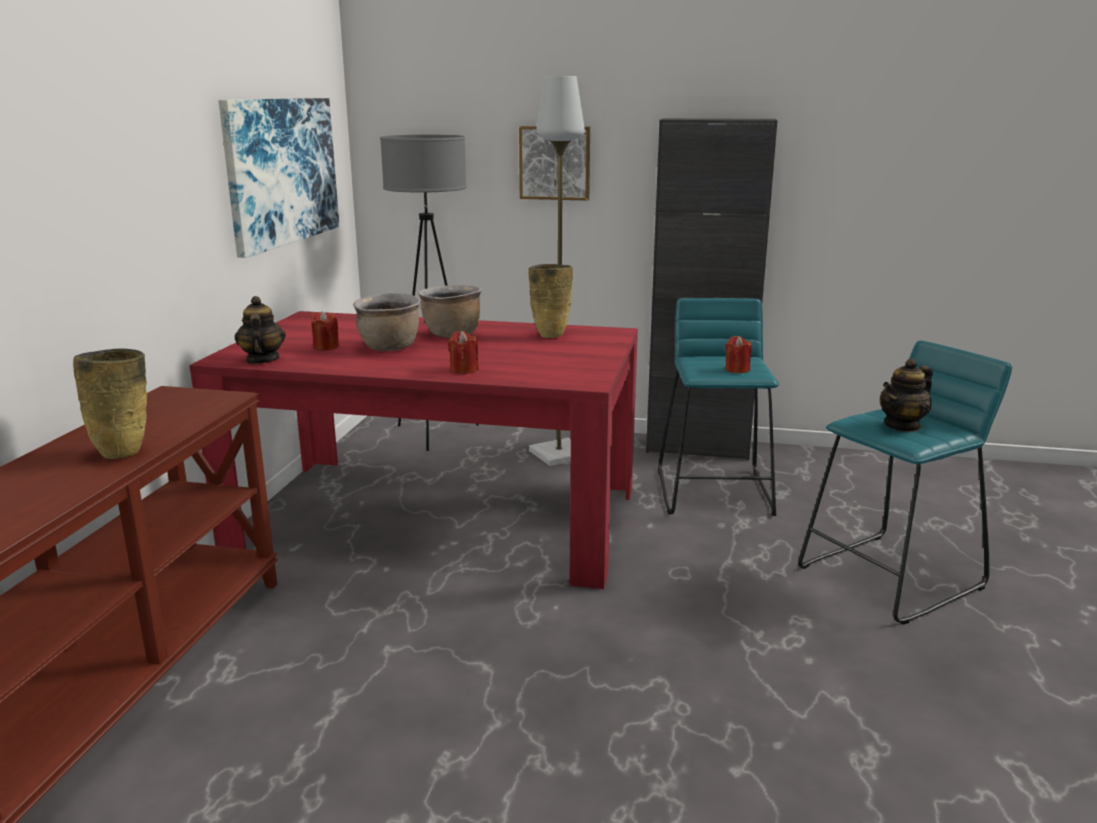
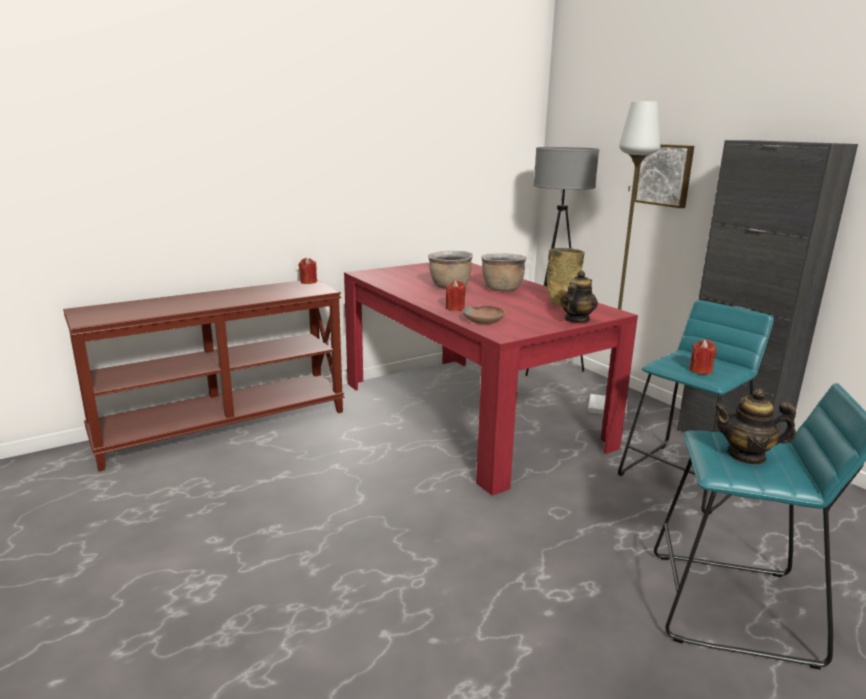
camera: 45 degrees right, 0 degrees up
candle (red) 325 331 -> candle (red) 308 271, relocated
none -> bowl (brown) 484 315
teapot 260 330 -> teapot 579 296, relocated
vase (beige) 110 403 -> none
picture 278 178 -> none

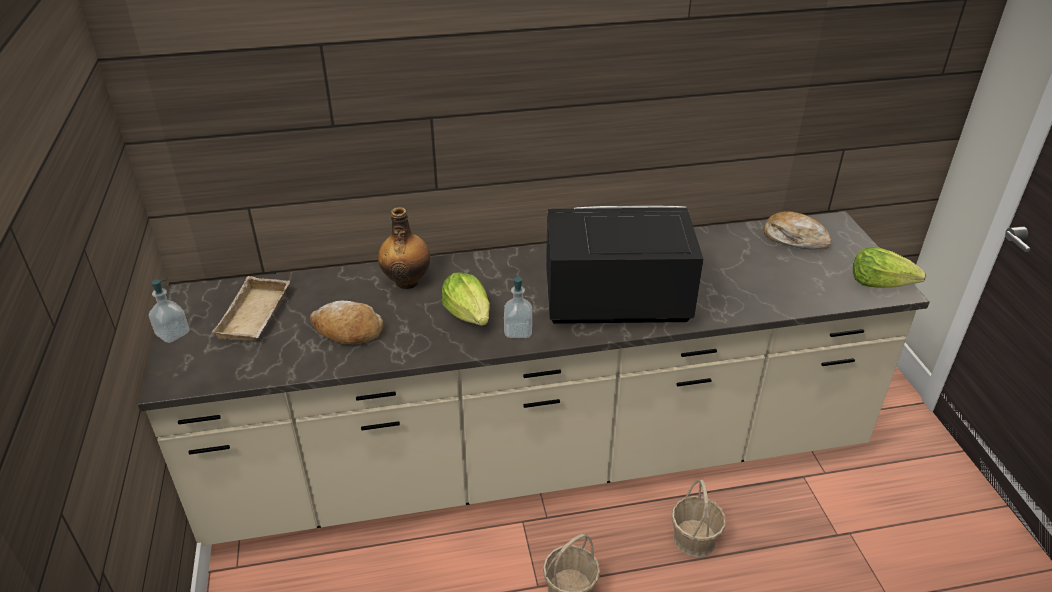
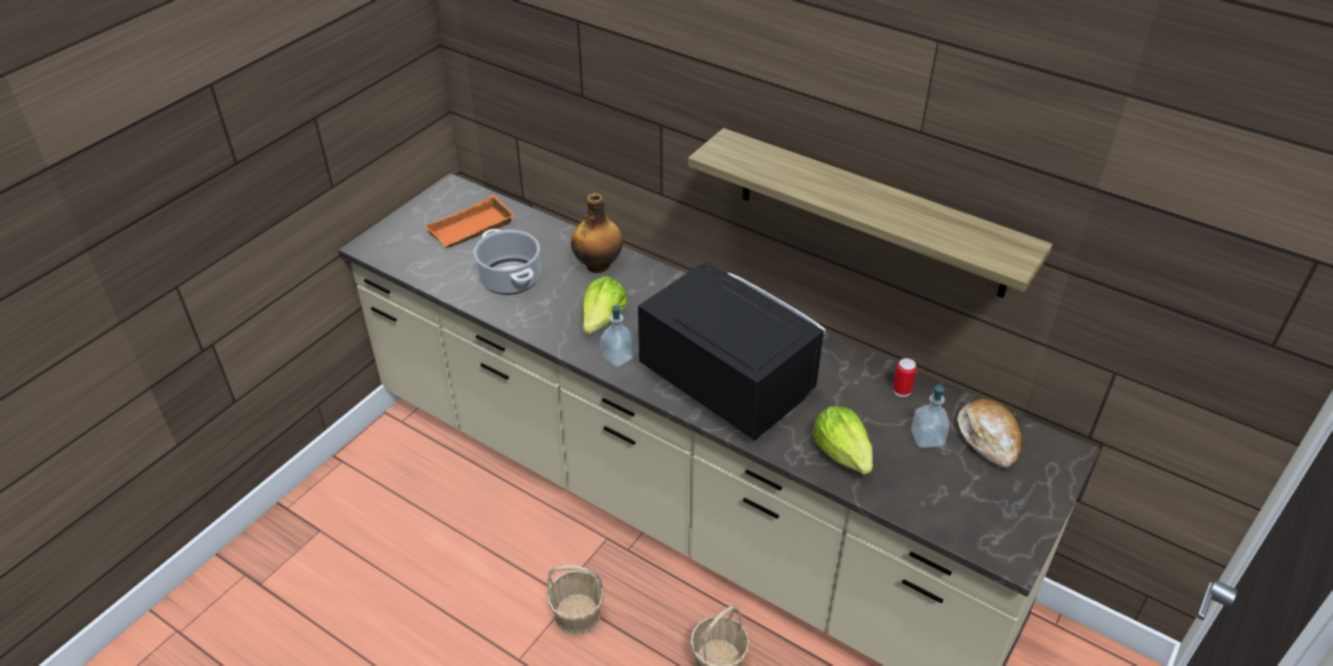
camera: 45 degrees right, 5 degrees up
tray (beige) 251 308 -> tray (orange) 470 221
bread 347 322 -> cooking pot 507 262
none -> shelf 870 213
lettuce 889 267 -> lettuce 843 440, relocated
none -> can 905 377
soap dispenser 169 311 -> soap dispenser 931 416, relocated

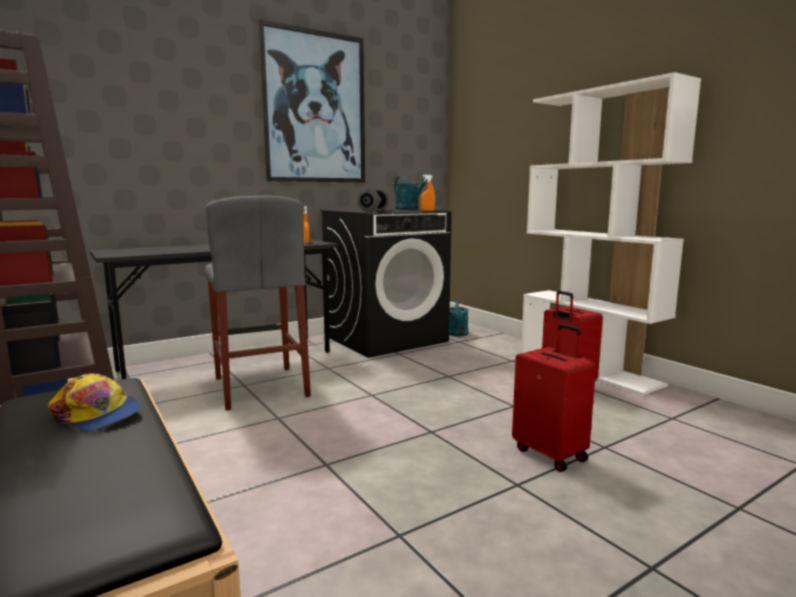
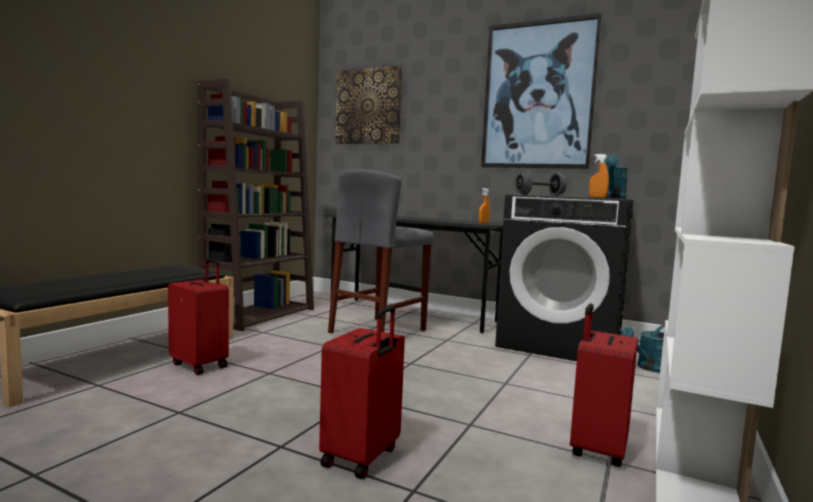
camera: 60 degrees right, 5 degrees down
none -> suitcase (red) 198 317
none -> picture 369 105
cap 94 402 -> none

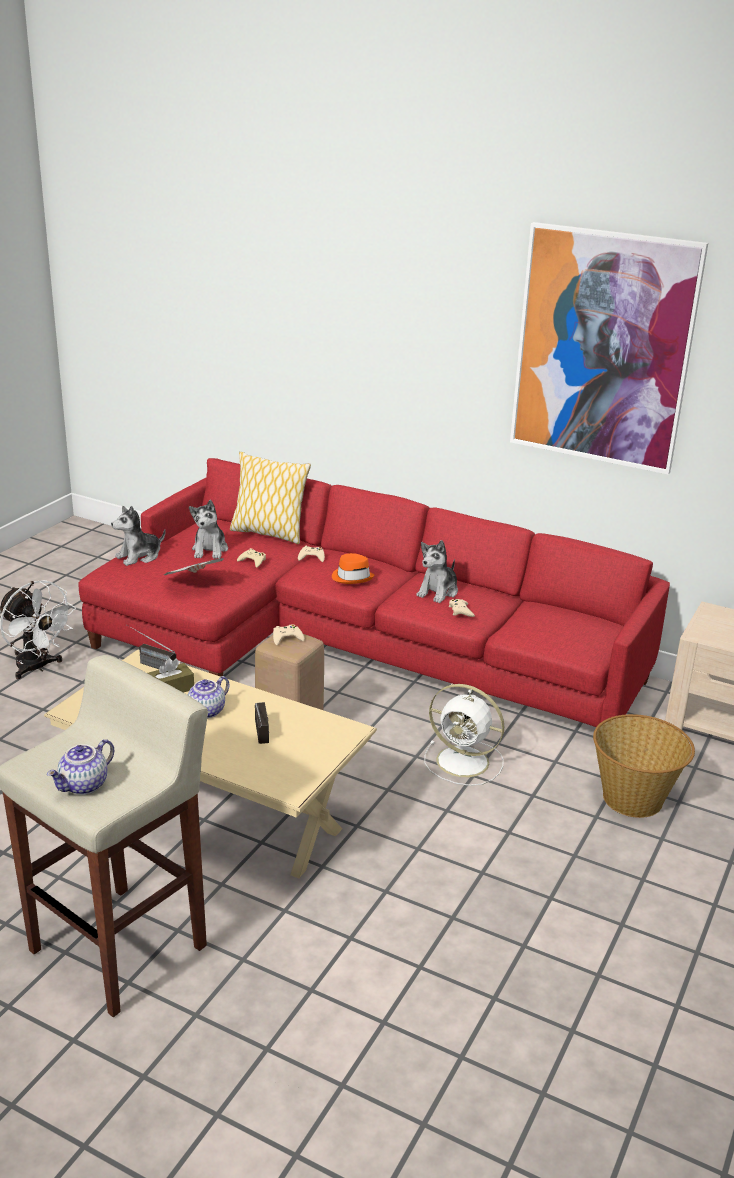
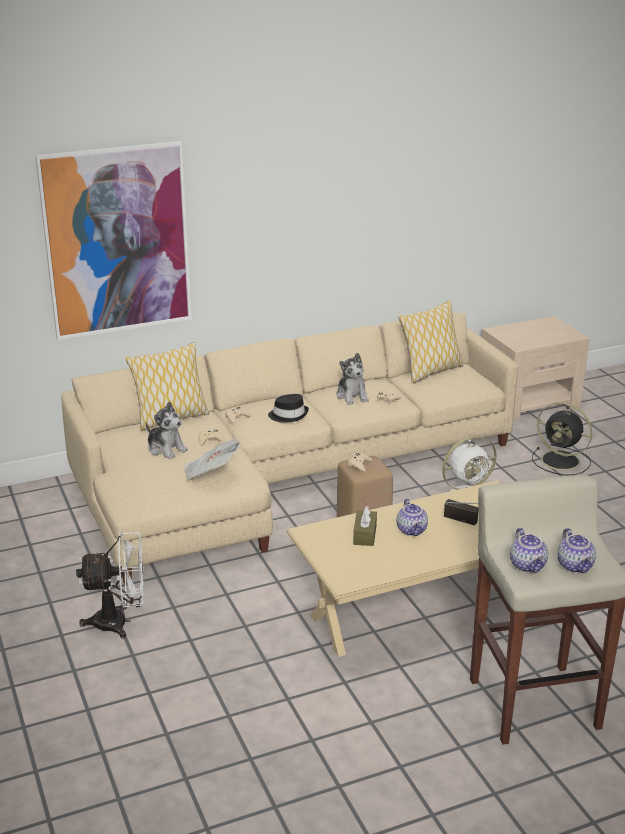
camera: 50 degrees left, 0 degrees up
picture 609 348 -> picture 113 240, relocated
sofa (red) 374 592 -> sofa (beige) 289 449
hat (orange) 353 568 -> hat (black) 288 408
none -> pillow 430 342
none -> teapot 529 550
basket 644 766 -> fan (black) 562 438
plush toy 138 536 -> none
radio 151 647 -> none

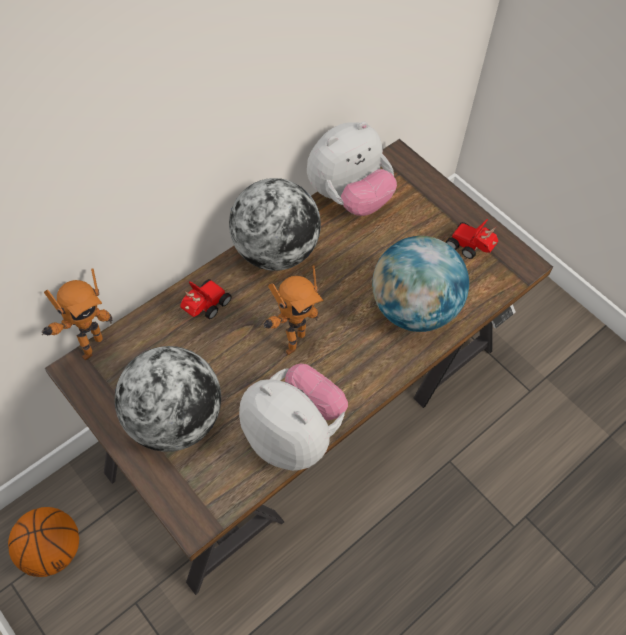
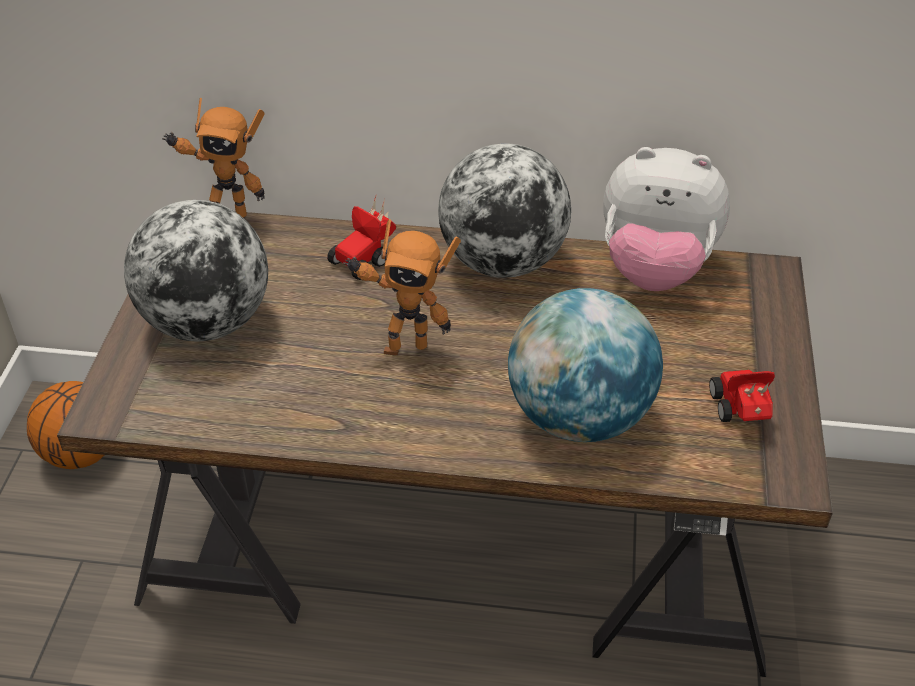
camera: 50 degrees right, 15 degrees down
toy car 206 299 -> toy car 361 238, 135 degrees clockwise
plush toy 293 417 -> none

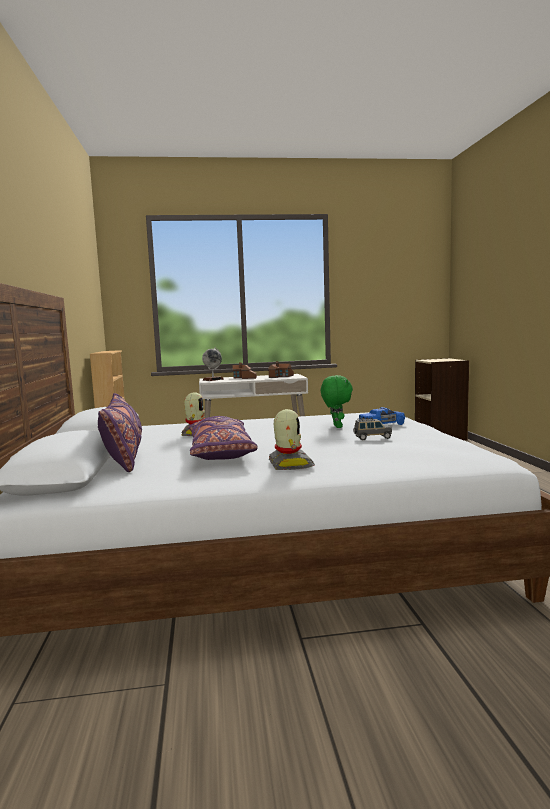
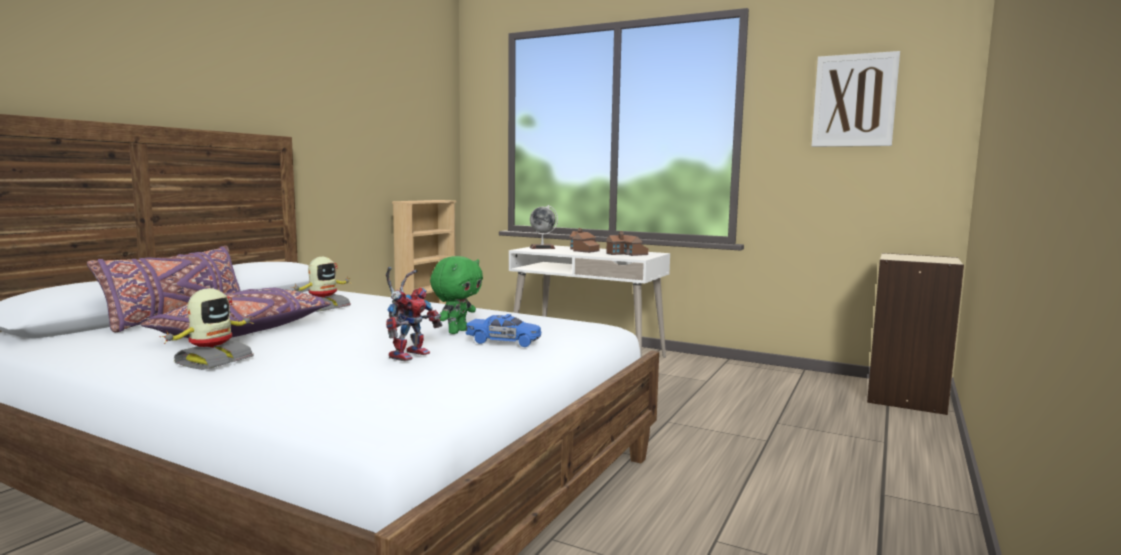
camera: 35 degrees right, 0 degrees up
toy car (grey) 372 429 -> toy robot 414 314
none -> picture 856 99

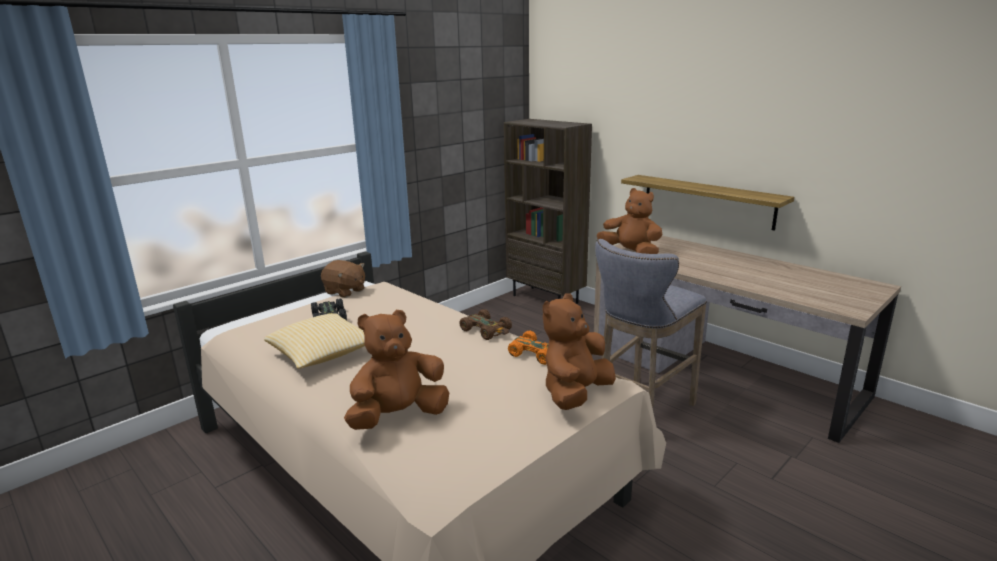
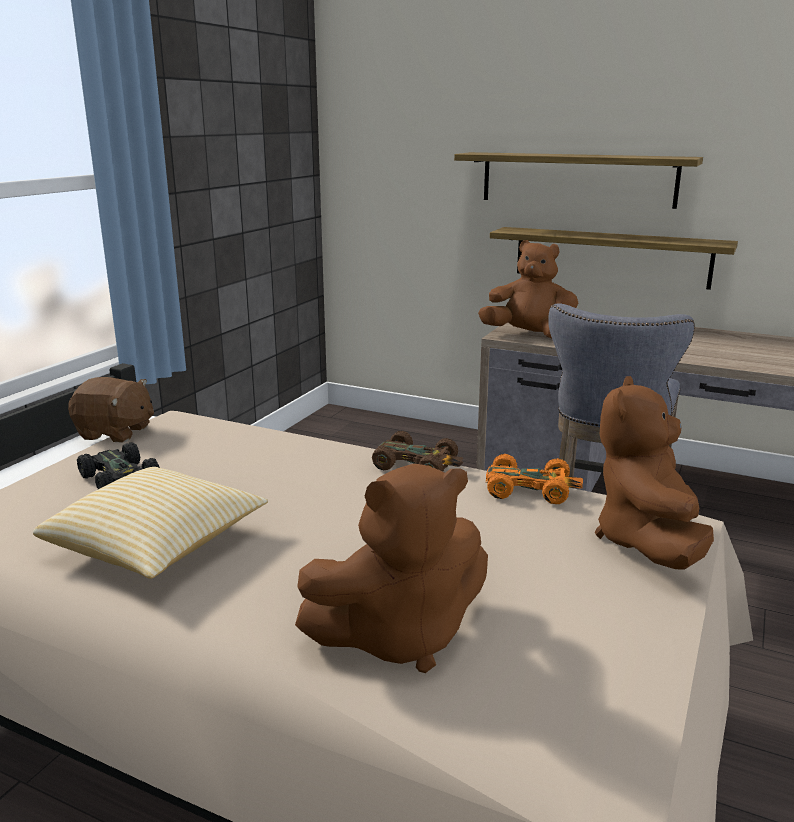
camera: 20 degrees left, 0 degrees up
plush toy (brown) 396 370 -> plush toy (brown) 391 568, 150 degrees counterclockwise
none -> shelf 578 180
bookcase (brown) 548 211 -> none

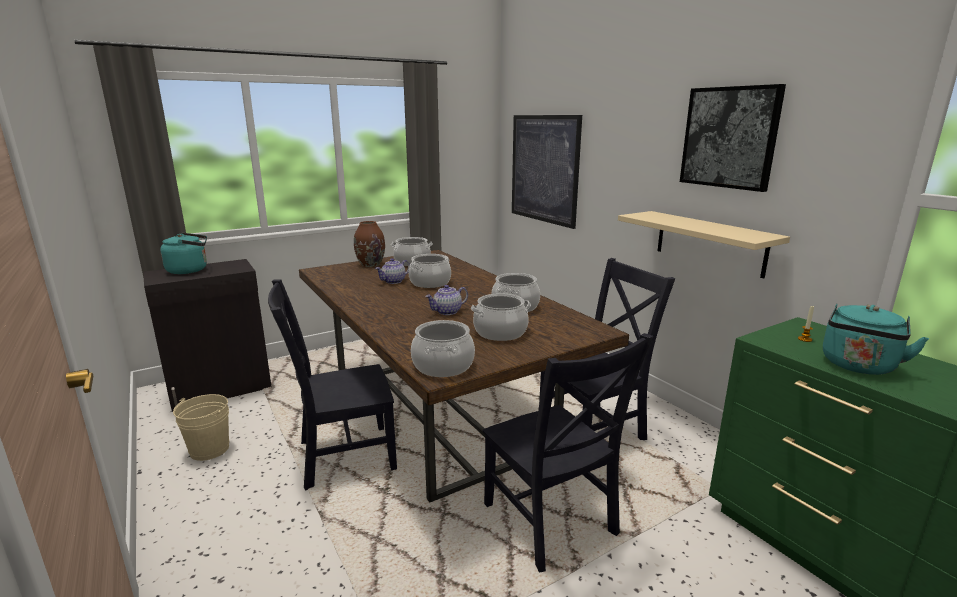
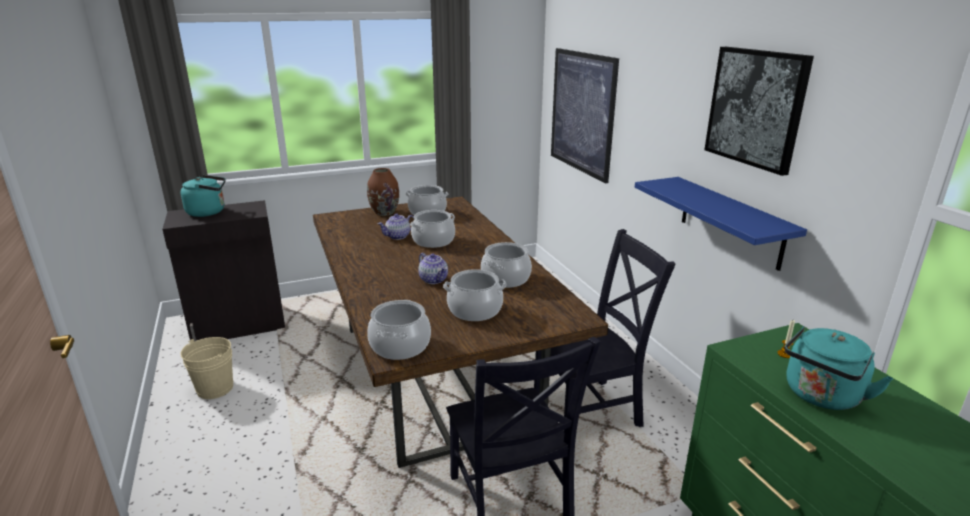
camera: 10 degrees right, 5 degrees up
teapot 446 300 -> teapot 433 268, 105 degrees counterclockwise
shelf (beige) 704 245 -> shelf (blue) 721 224
chair (black) 332 385 -> none

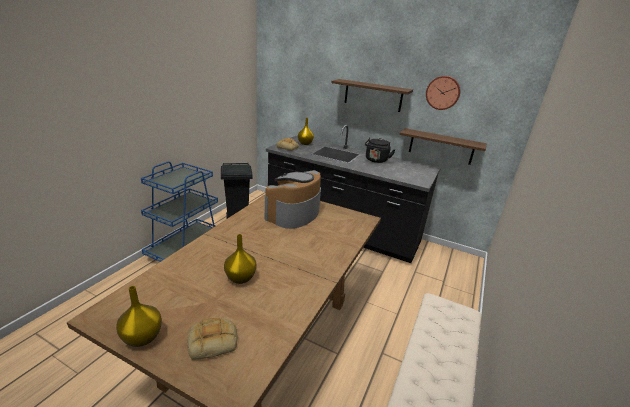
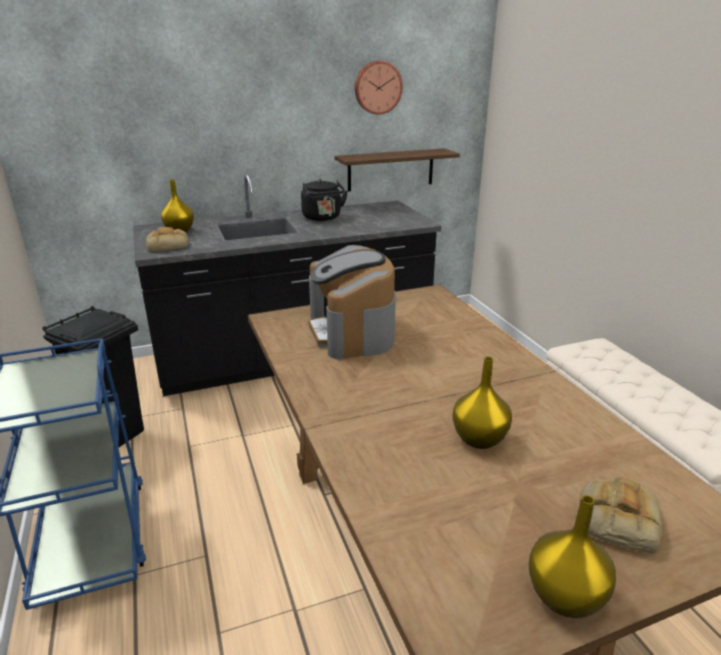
camera: 45 degrees left, 0 degrees up
shelf 372 95 -> none

